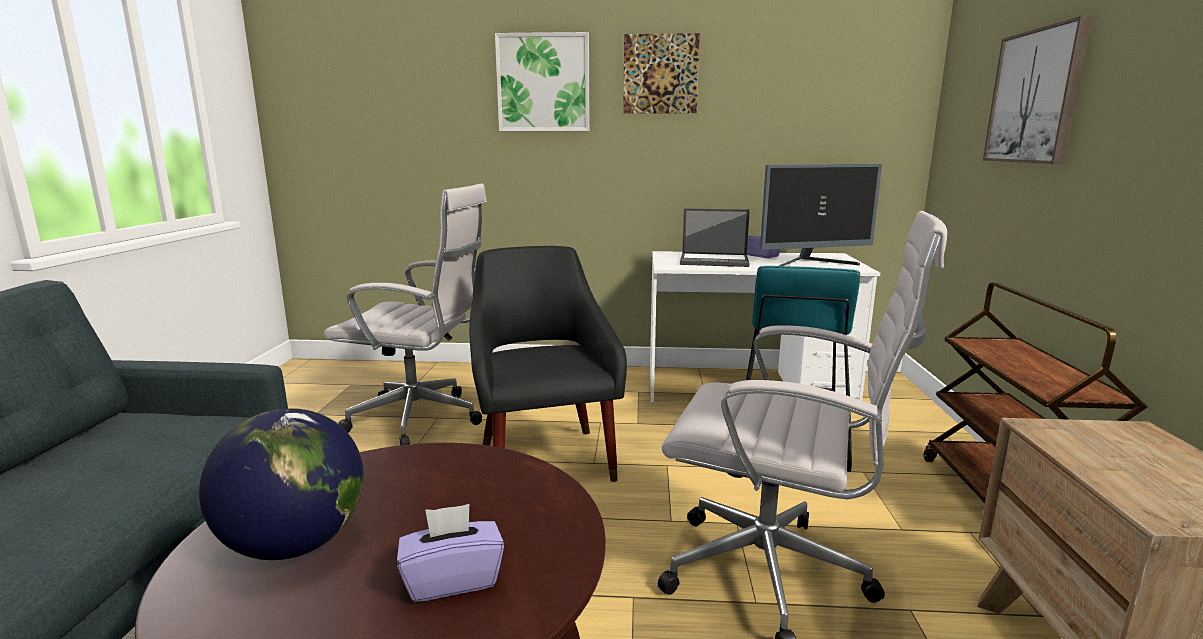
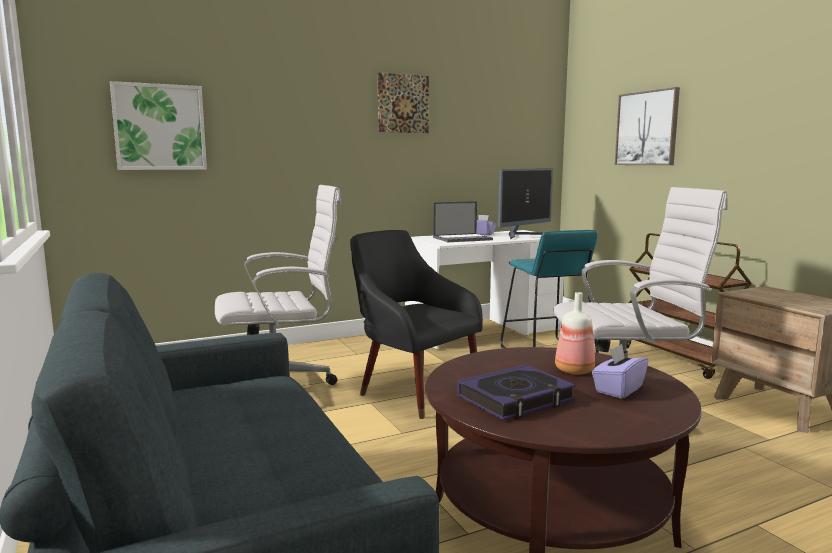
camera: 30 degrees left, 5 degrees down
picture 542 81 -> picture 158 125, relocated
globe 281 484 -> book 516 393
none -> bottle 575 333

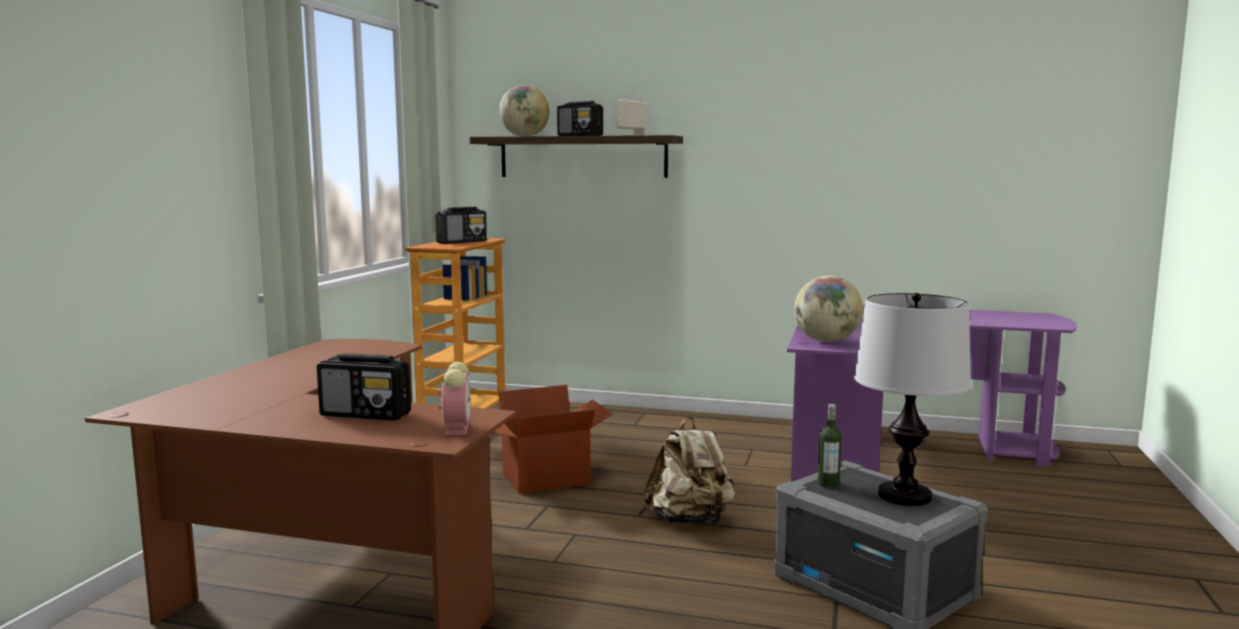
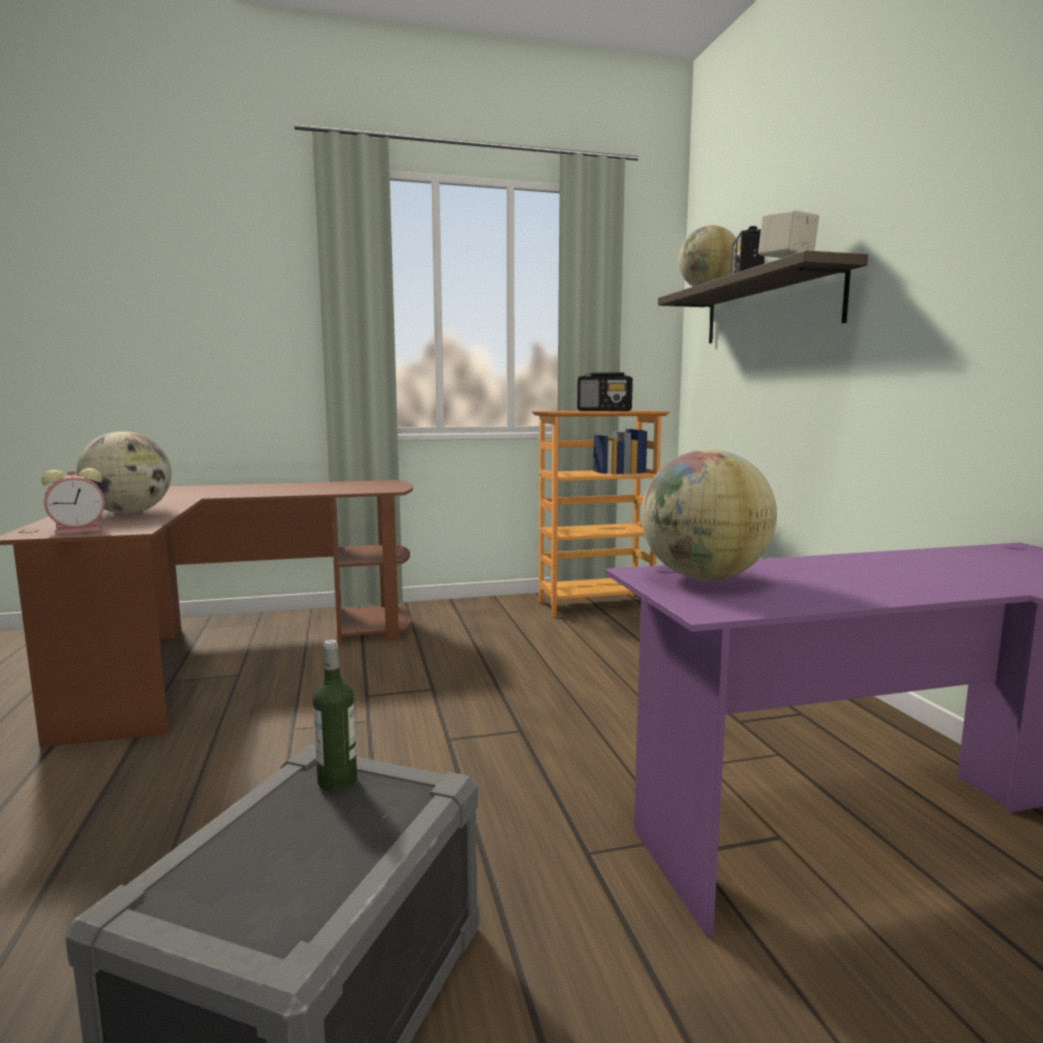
camera: 60 degrees right, 0 degrees up
radio 364 387 -> globe 124 472
cardboard box 552 439 -> none
backpack (beige) 689 470 -> none
table lamp 912 399 -> none

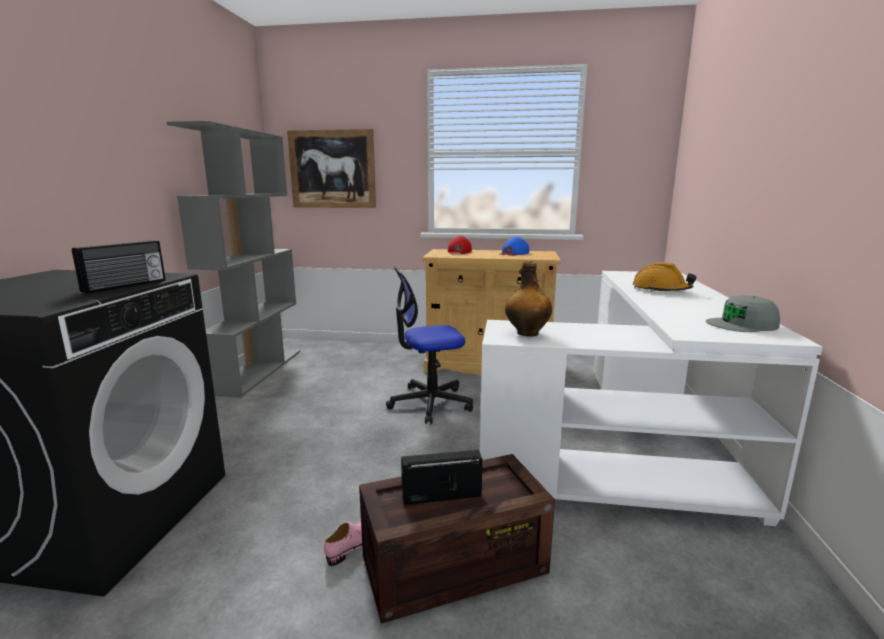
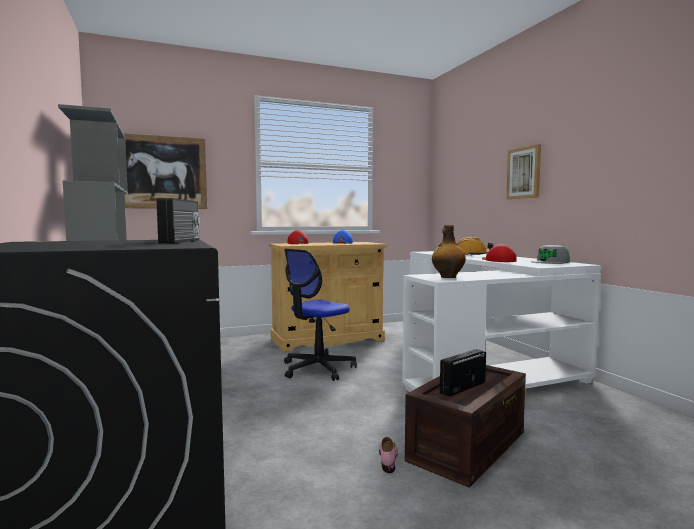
camera: 30 degrees left, 10 degrees down
none -> cap (red) 499 253
none -> picture 523 171

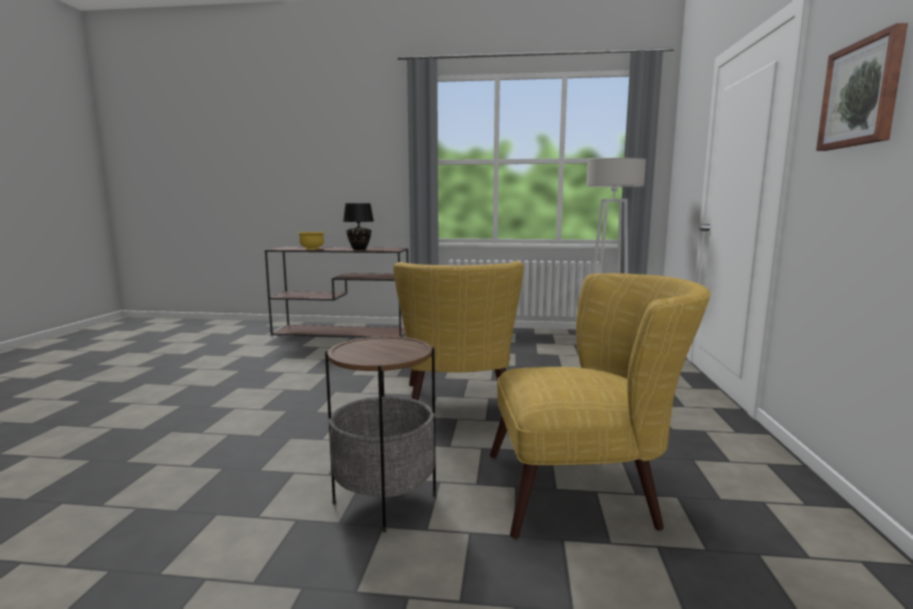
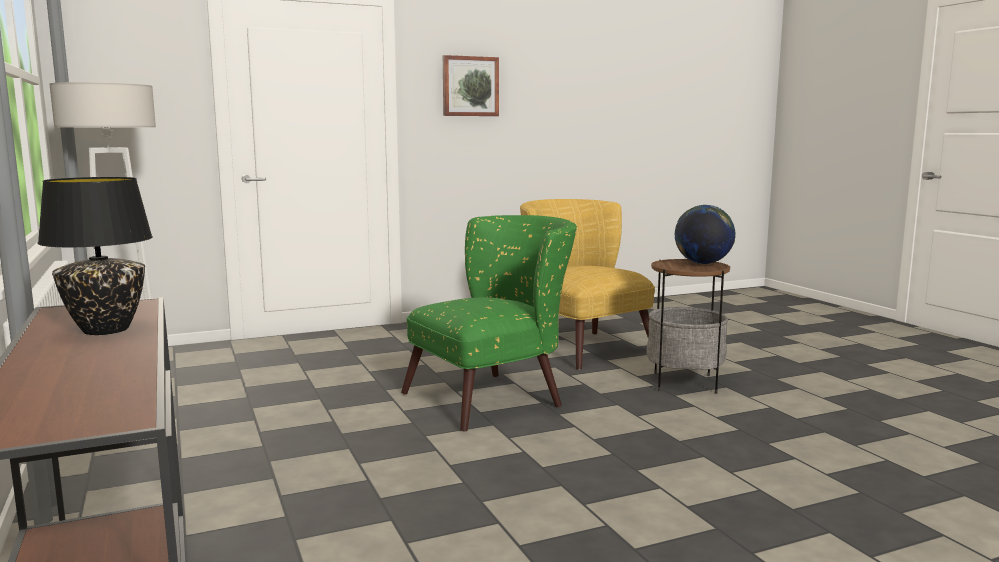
camera: 120 degrees left, 0 degrees up
armchair (yellow) 458 331 -> armchair (green) 489 323
none -> globe 705 234
bowl (yellow) 311 241 -> none

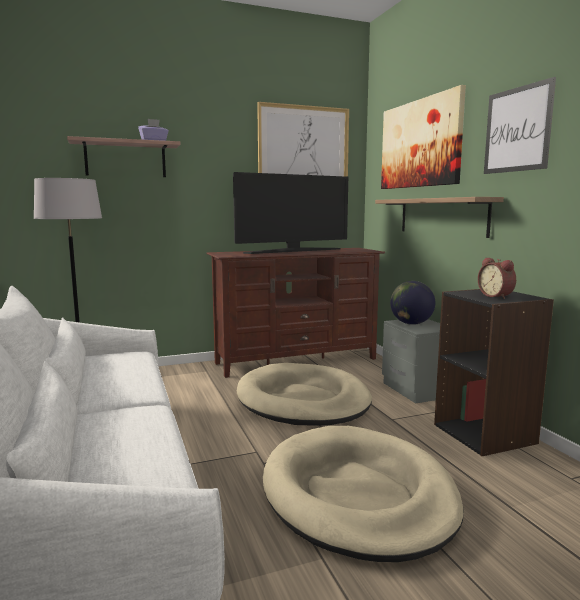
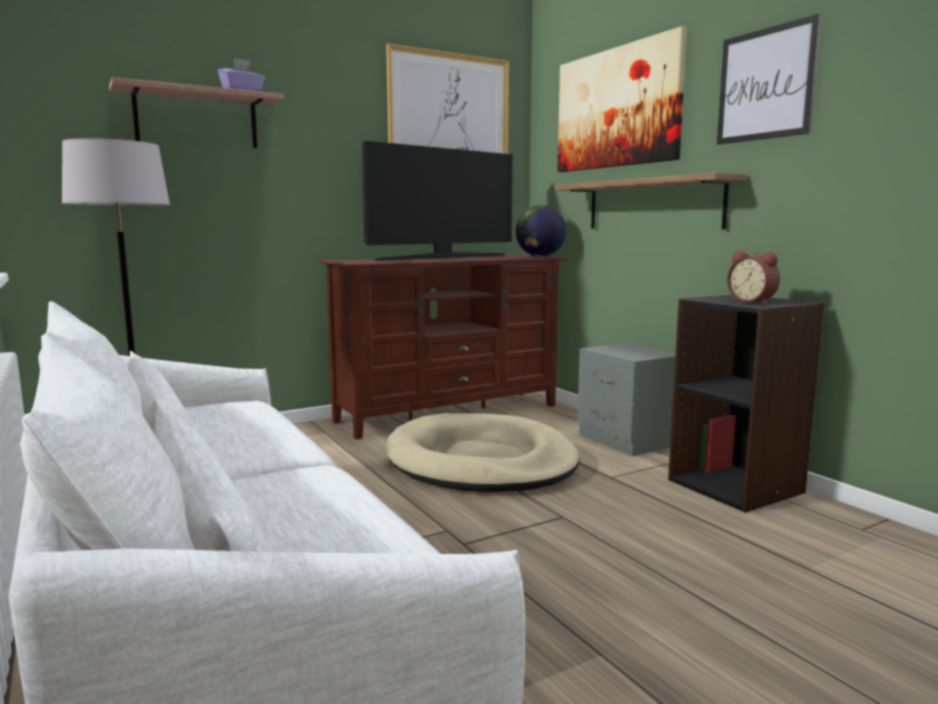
camera: 10 degrees left, 0 degrees up
globe 412 303 -> globe 541 231, relocated
dog bed (beige) 363 494 -> none

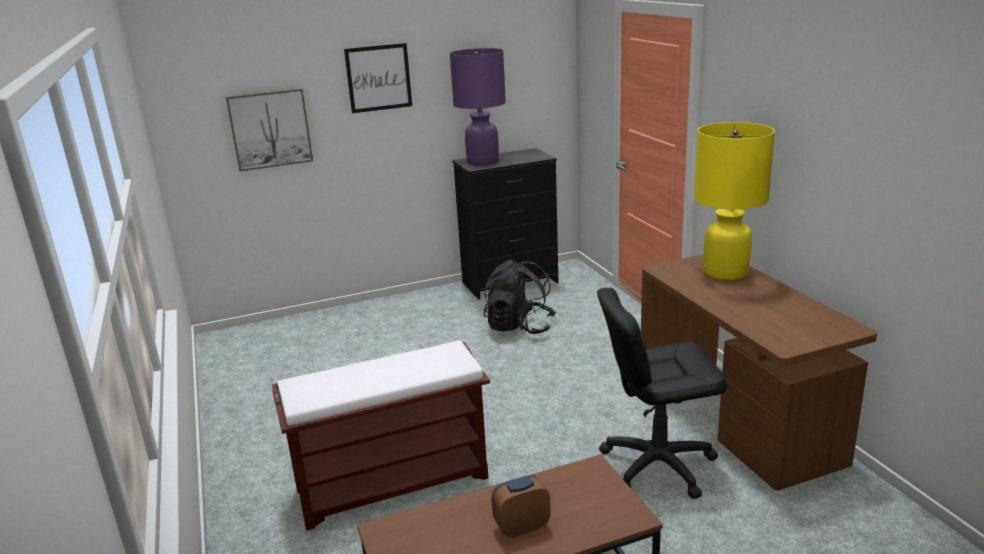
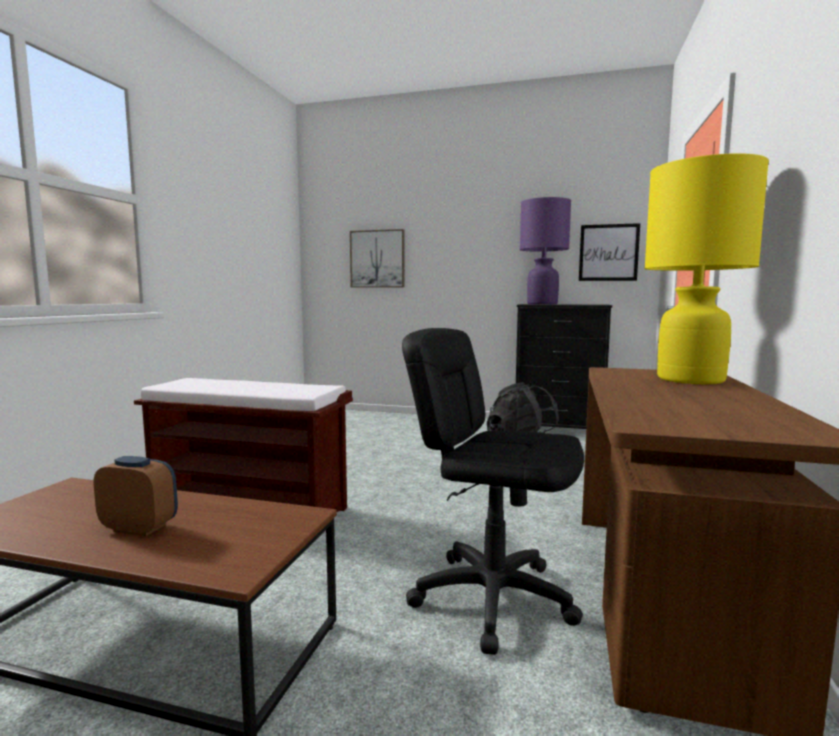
camera: 35 degrees right, 15 degrees down
picture 378 78 -> picture 609 252, relocated

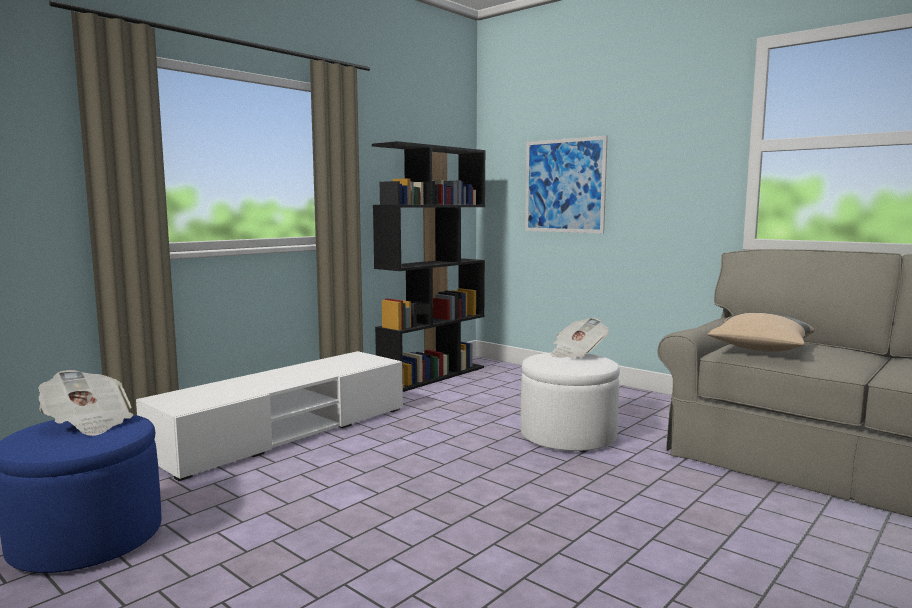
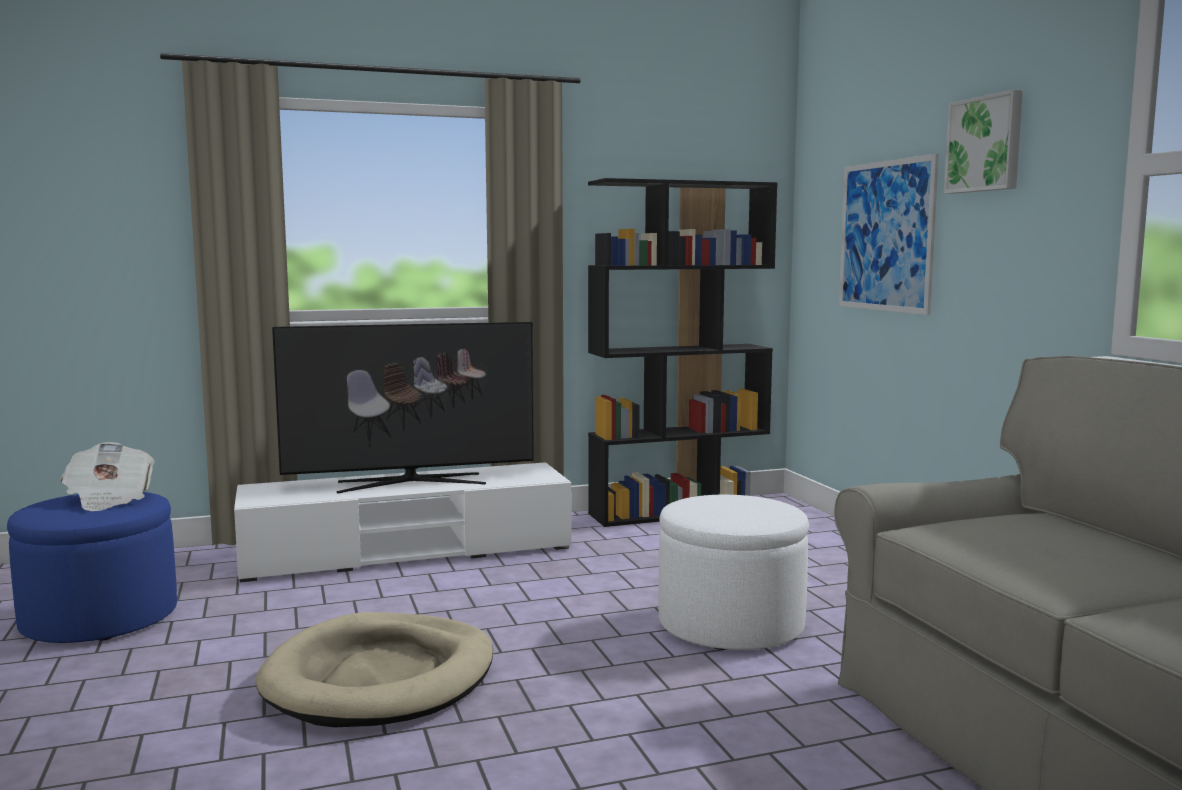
camera: 30 degrees right, 0 degrees up
none -> dog bed (beige) 374 669
none -> television 403 407
none -> picture 983 142
newspaper 579 338 -> none
pillow (beige) 761 332 -> none

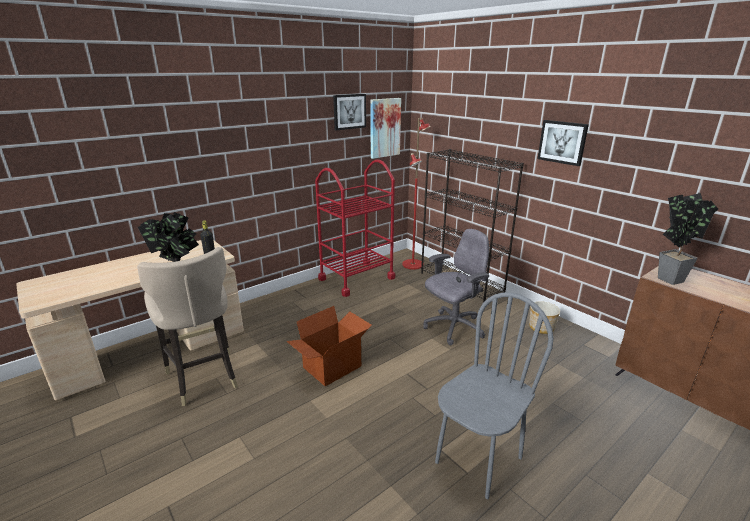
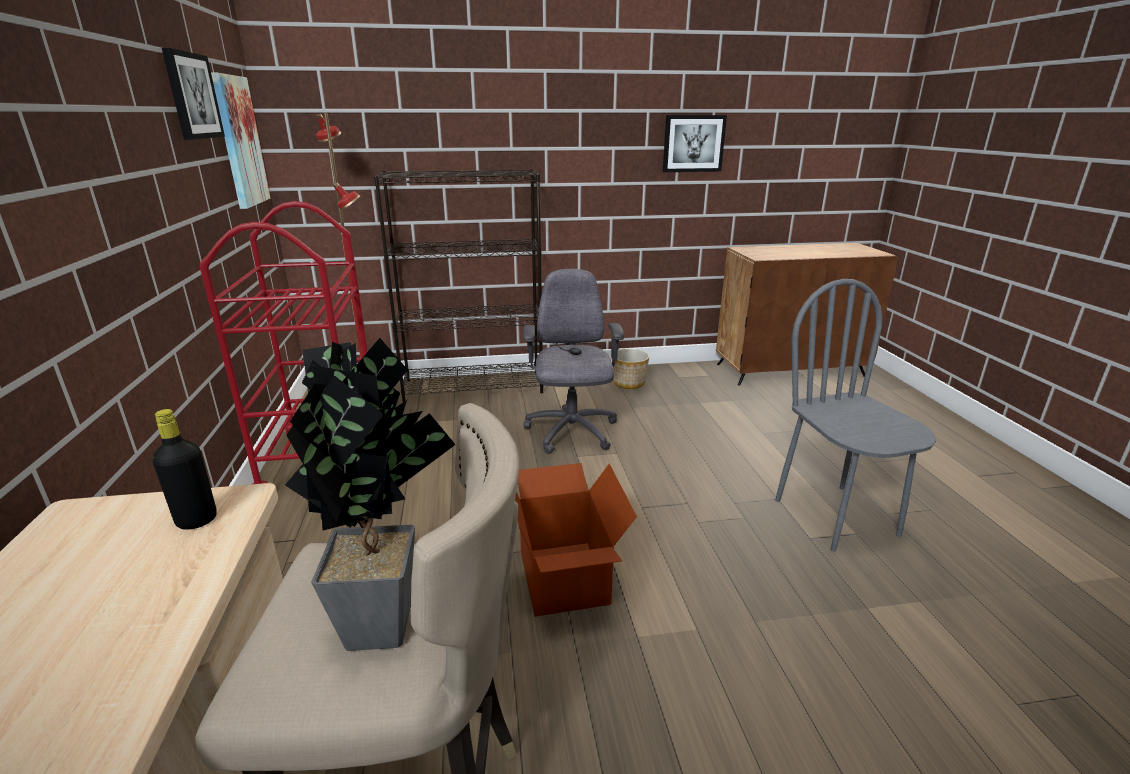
camera: 60 degrees left, 0 degrees up
picture 563 143 -> picture 695 143, relocated
potted plant 688 239 -> none

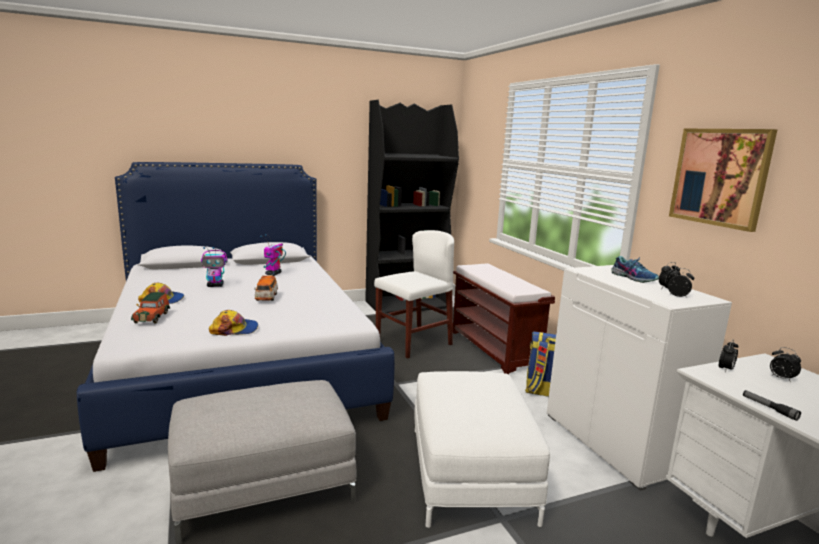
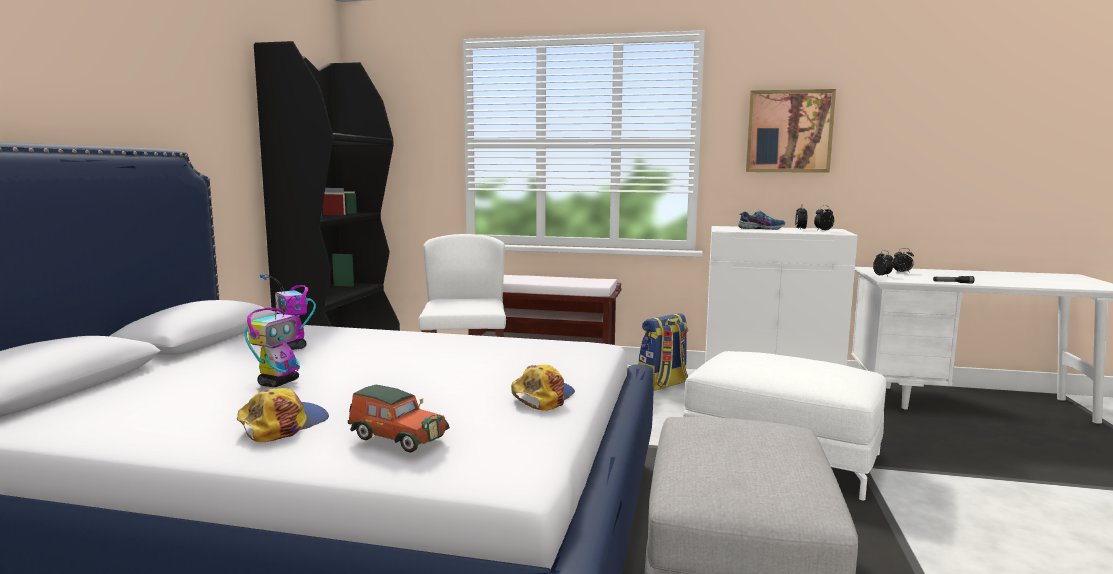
camera: 55 degrees left, 5 degrees down
toy car 266 288 -> none

